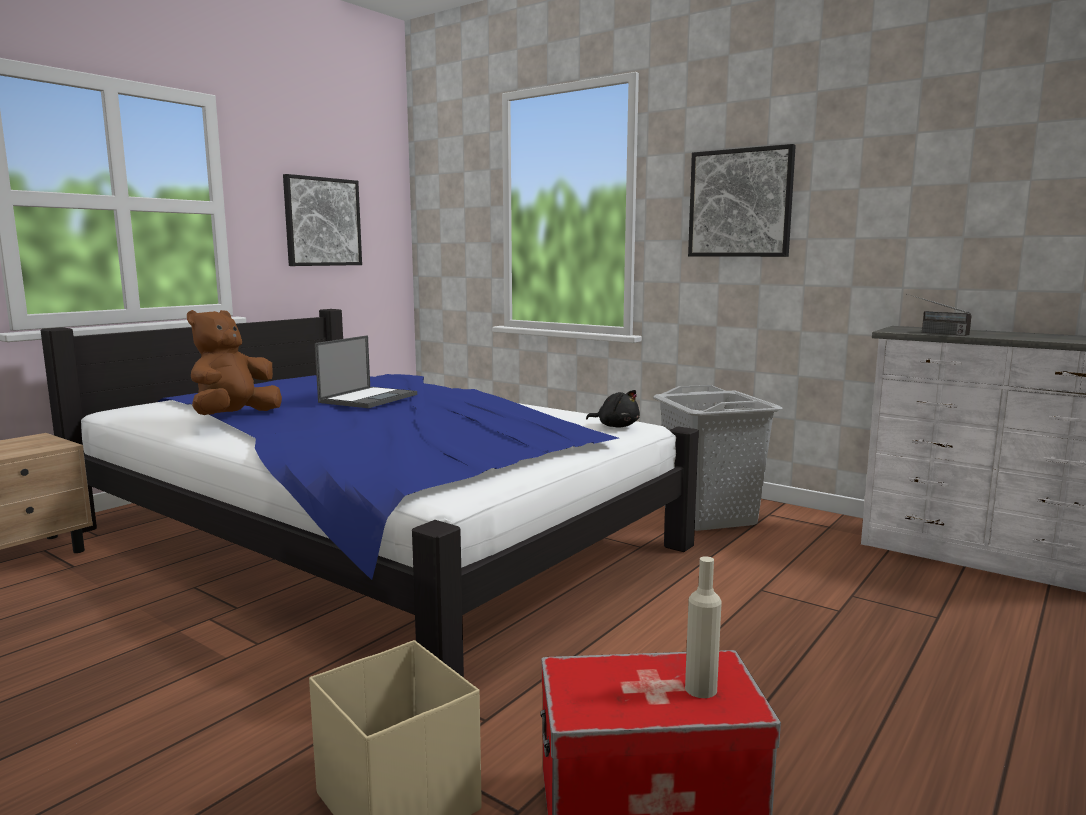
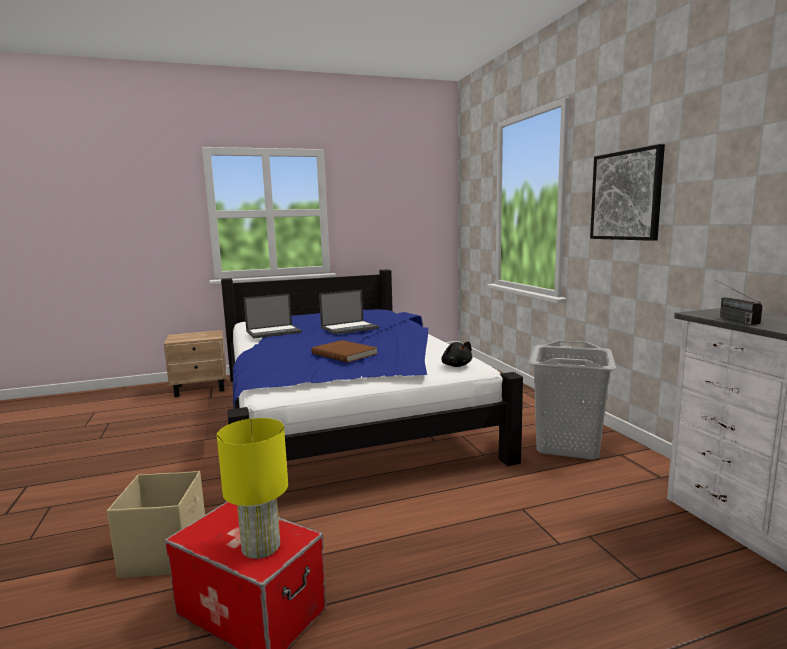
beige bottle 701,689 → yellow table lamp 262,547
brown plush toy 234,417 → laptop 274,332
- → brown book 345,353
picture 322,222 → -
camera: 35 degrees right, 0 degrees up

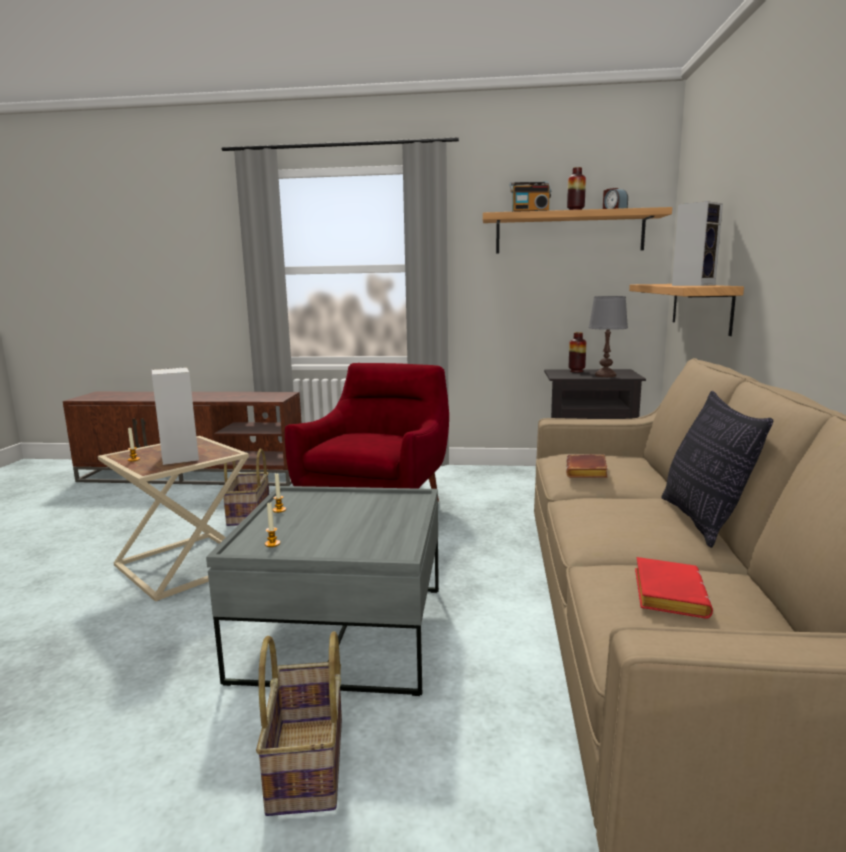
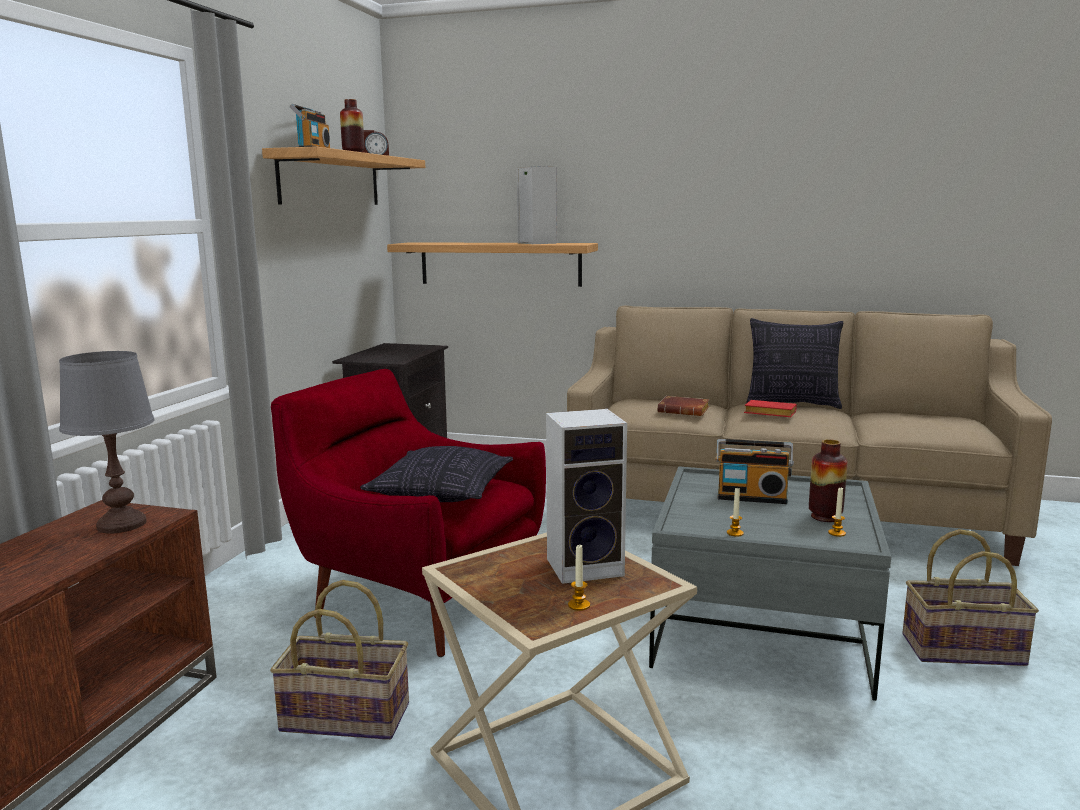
grey table lamp 605,375 → grey table lamp 121,525, move
- → pillow 442,494
- → radio 752,497
red book 666,593 → red book 768,414, move
vase 576,371 → vase 825,517, move
camera: 80 degrees left, 0 degrees up

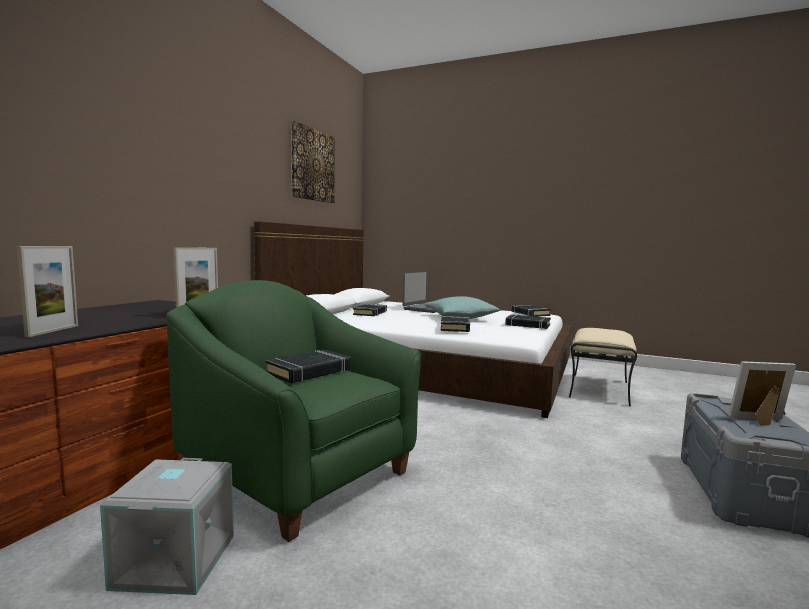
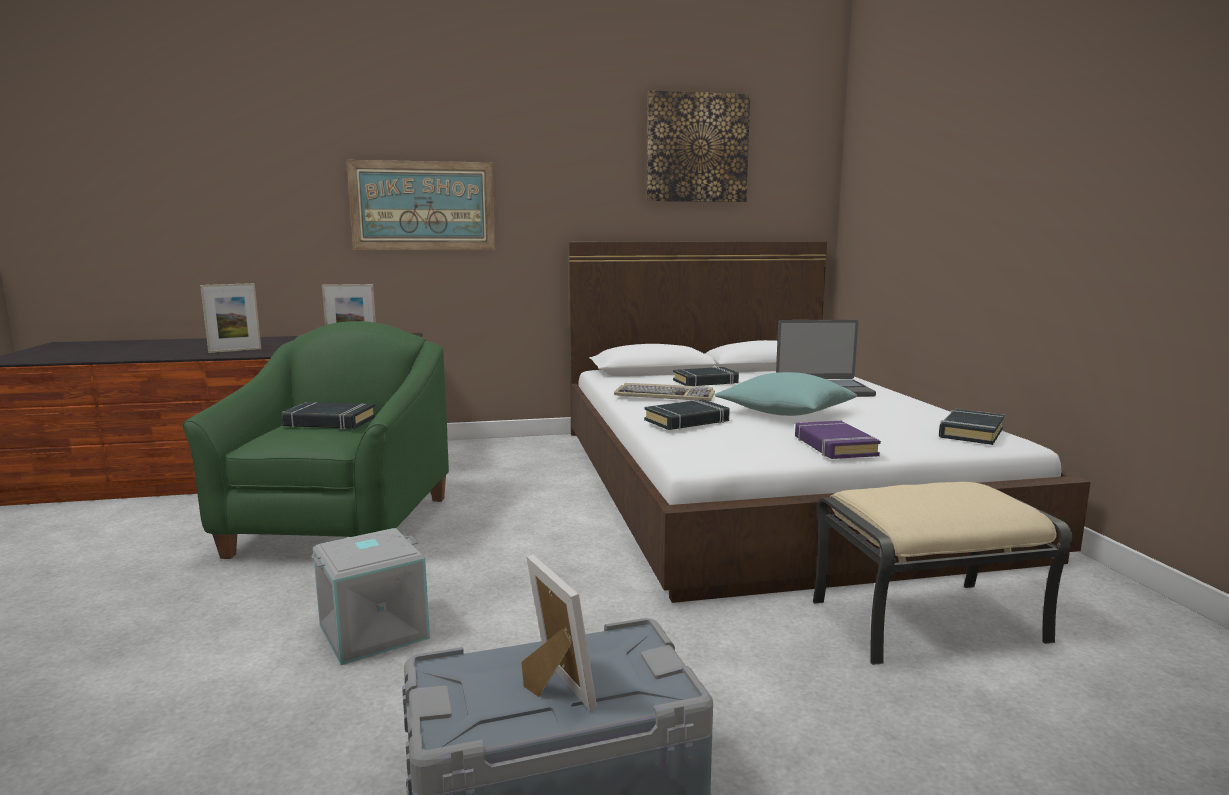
grey storage box 177,561 → grey storage box 373,633, move
- → picture 423,206
- → keyboard 665,396
black book 527,325 → purple book 834,446
camera: 55 degrees right, 5 degrees up

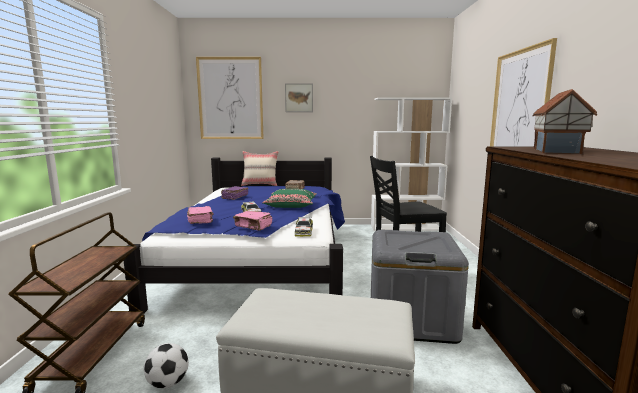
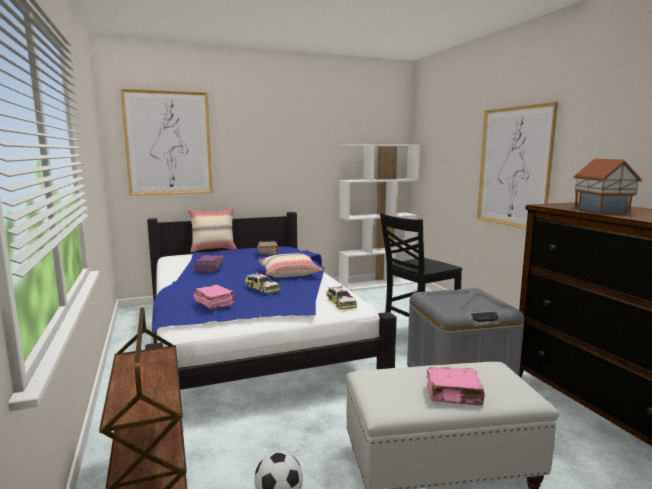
green pillow 291,205 → beige pillow 289,273
pink book 253,226 → pink book 454,395, move
picture 299,97 → -
camera: 20 degrees left, 0 degrees up

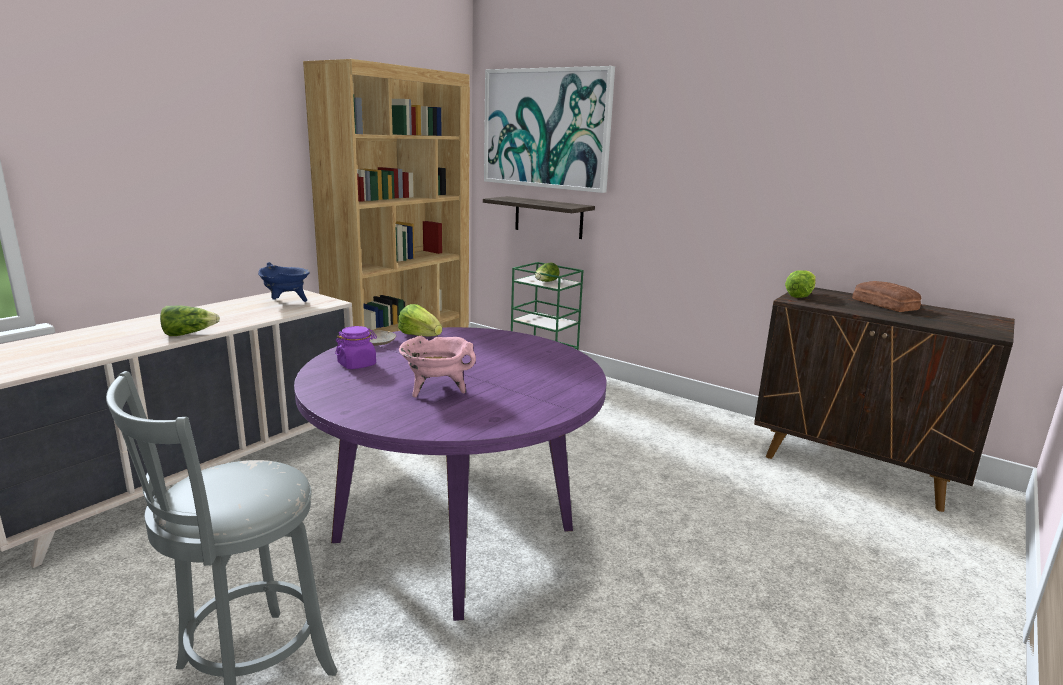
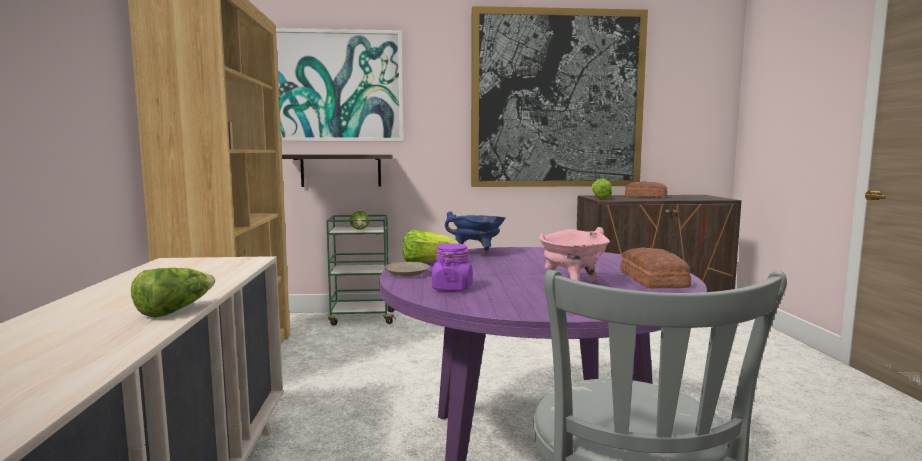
blue cooking pot 286,302 → blue cooking pot 477,254, move
- → picture 556,100
- → bread 652,279
camera: 40 degrees left, 10 degrees down

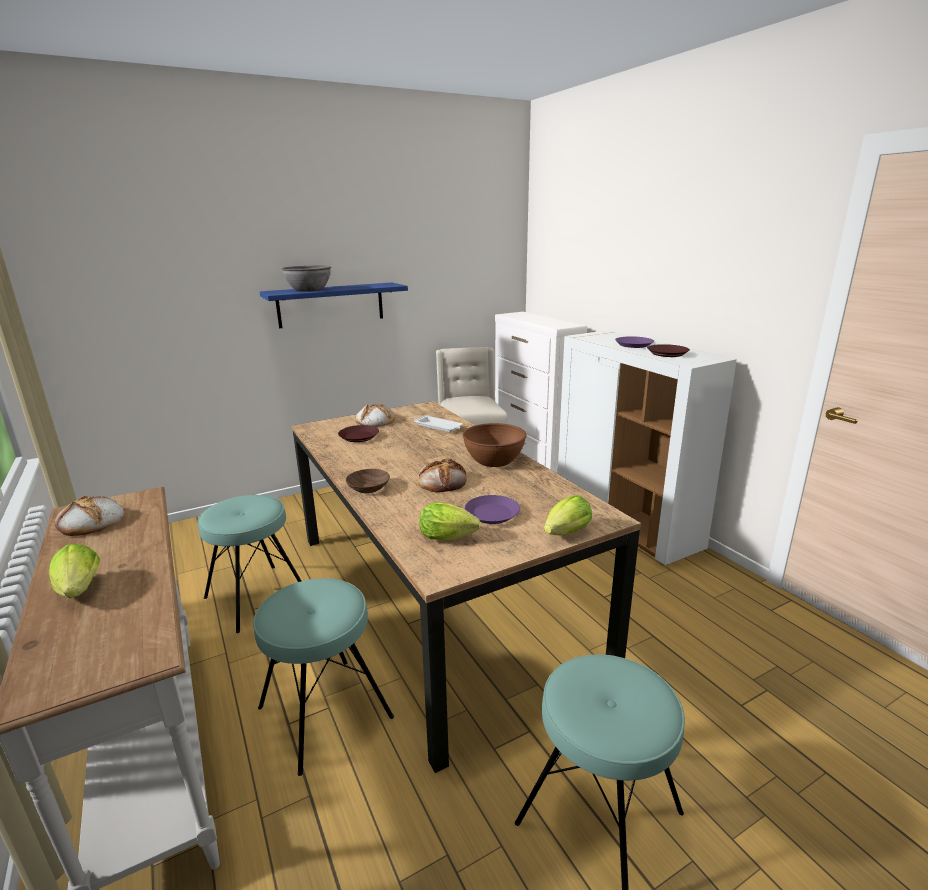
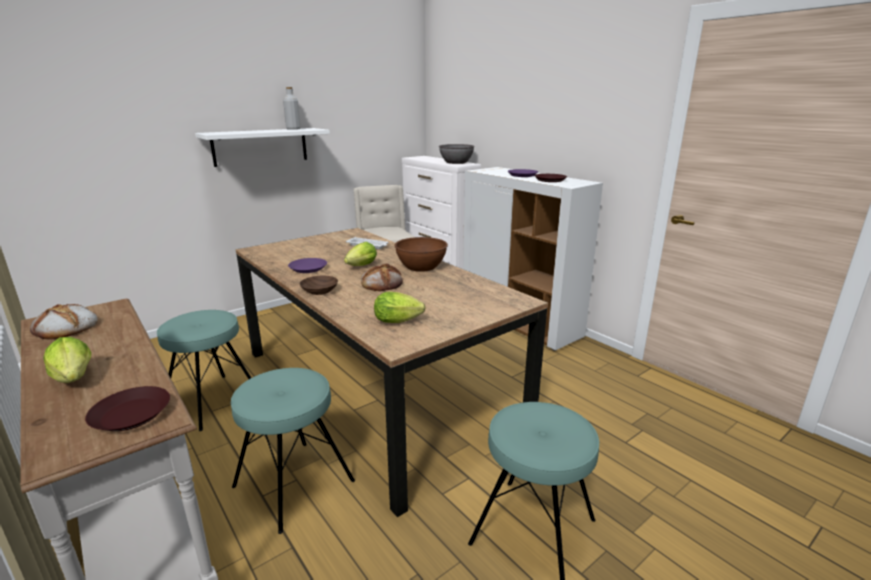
brown plate 358,437 → brown plate 130,415, move
blue shelf 331,305 → white shelf 260,146
- → grey bottle 293,129
purple plate 492,514 → purple plate 308,268, move
lettuce 565,534 → lettuce 360,267, move
grey bowl 308,290 → grey bowl 456,162, move
bread 375,421 → -
camera: 10 degrees left, 0 degrees up

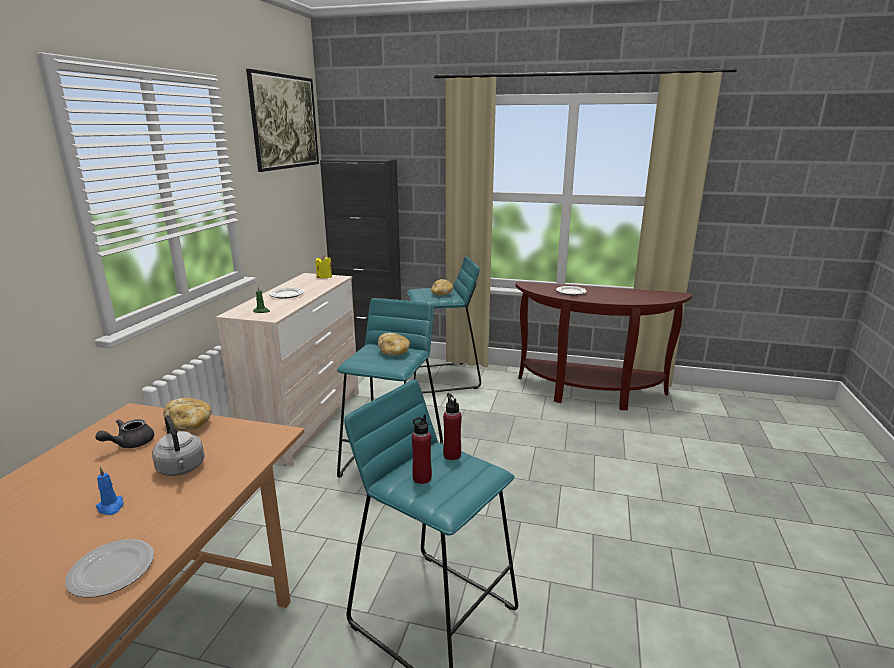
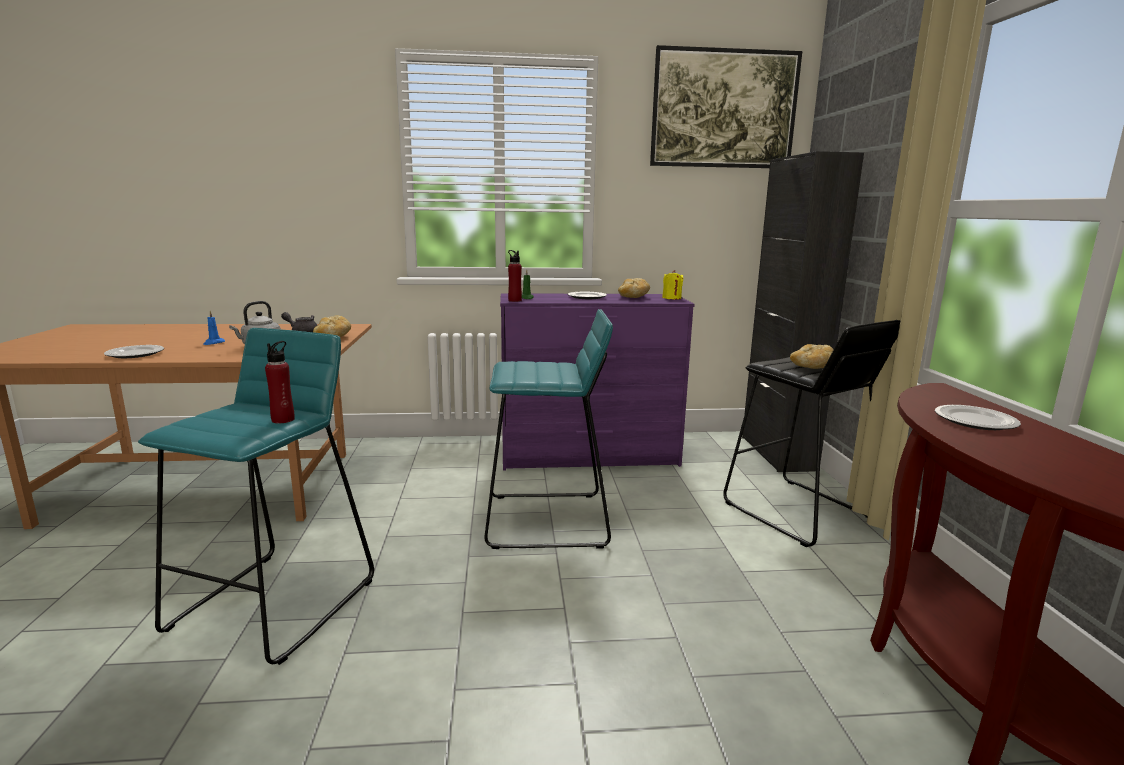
beige dresser 306,422 → purple dresser 589,457
red bottle 422,478 → red bottle 515,300, move
bread 394,352 → bread 633,297, move
turquoise stool 442,378 → black stool 798,512
camera: 70 degrees right, 5 degrees down

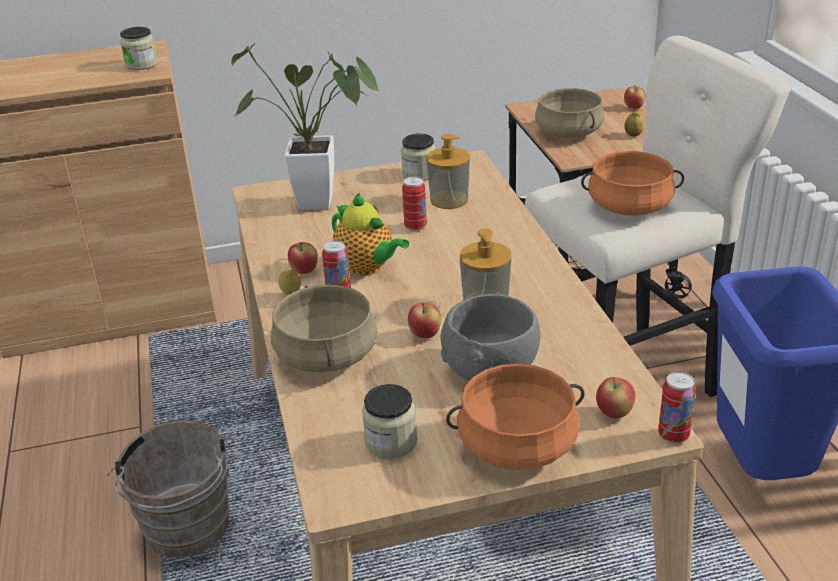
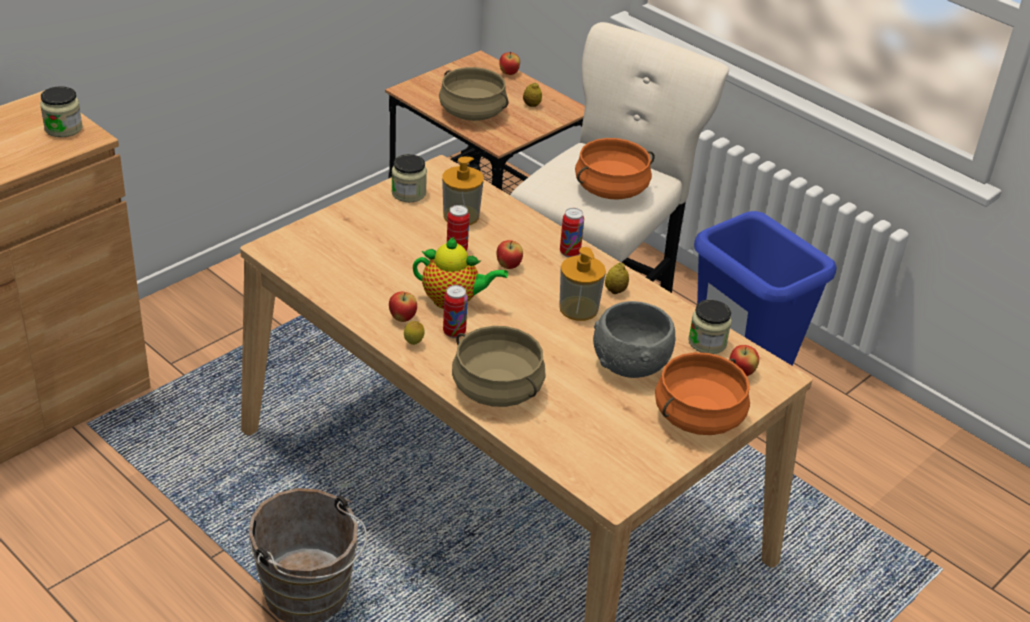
apple 425,335 → apple 508,266, move
can 673,435 → can 569,252, move
- → lemon 615,291
jar 391,442 → jar 707,342, move
potted plant 325,203 → -
camera: 35 degrees left, 5 degrees up

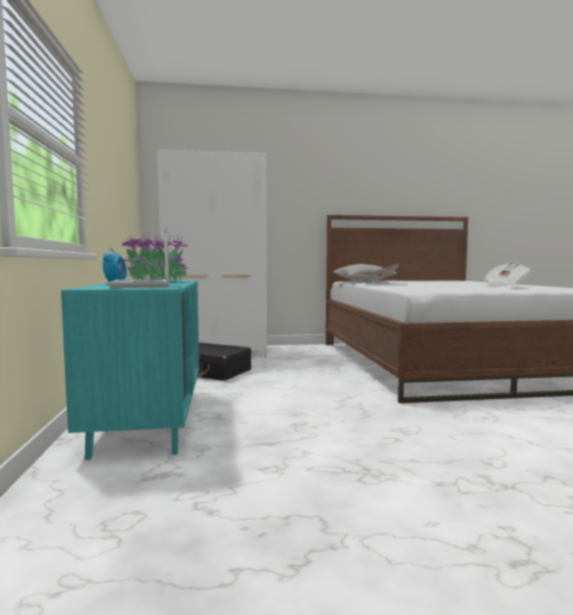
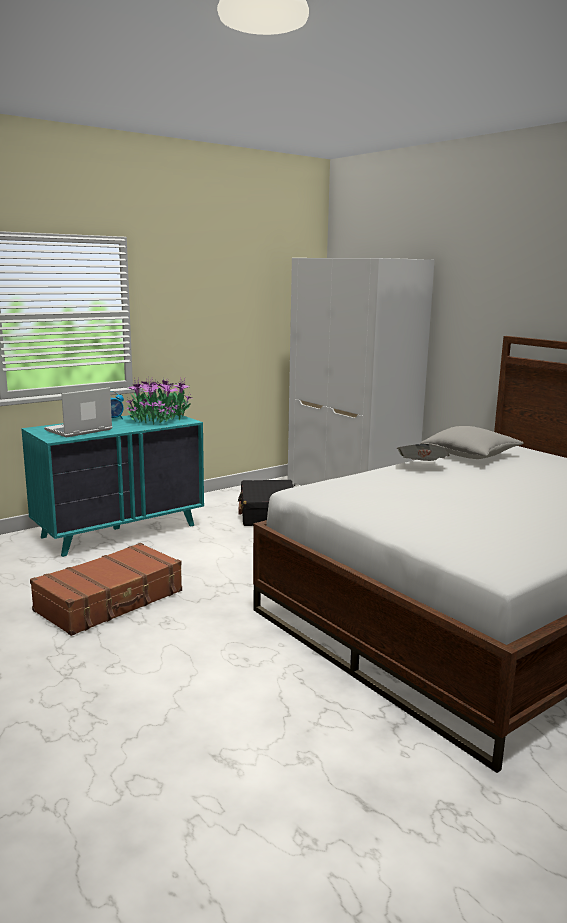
- → brown suitcase 111,601
newspaper 504,287 → -
camera: 60 degrees right, 10 degrees up

